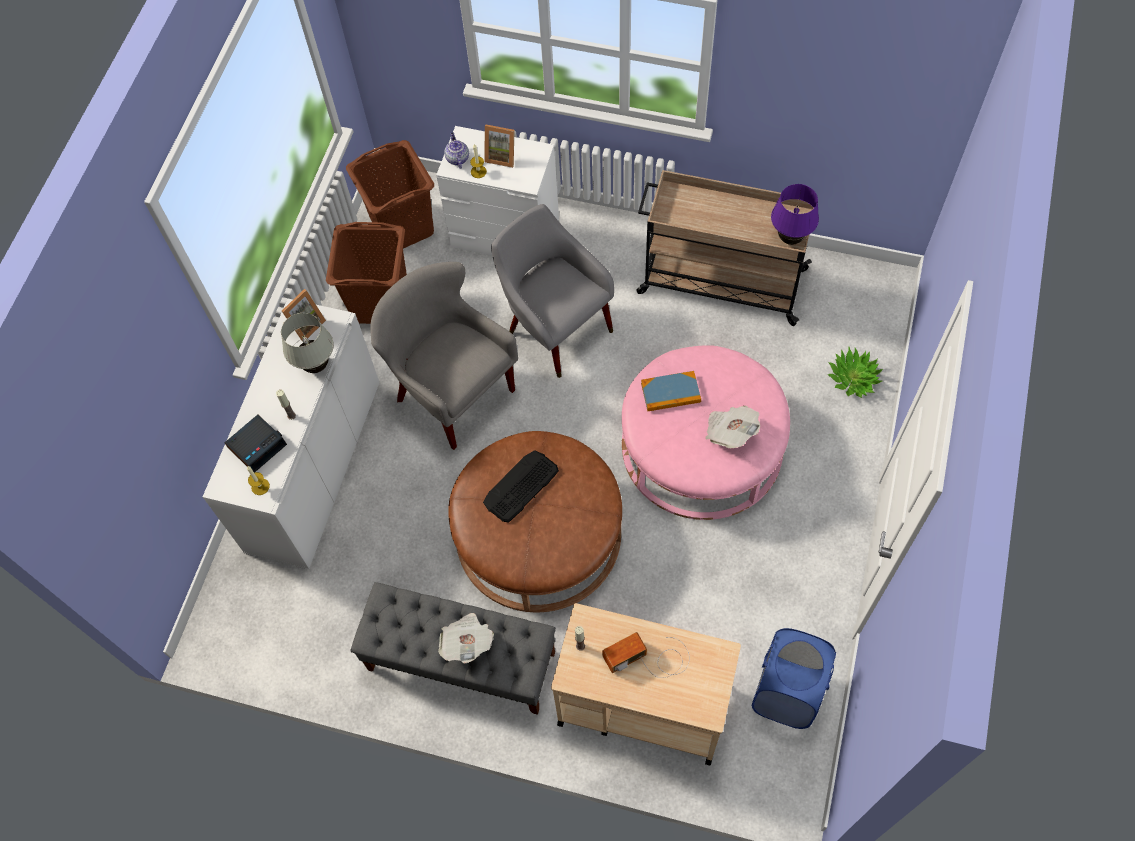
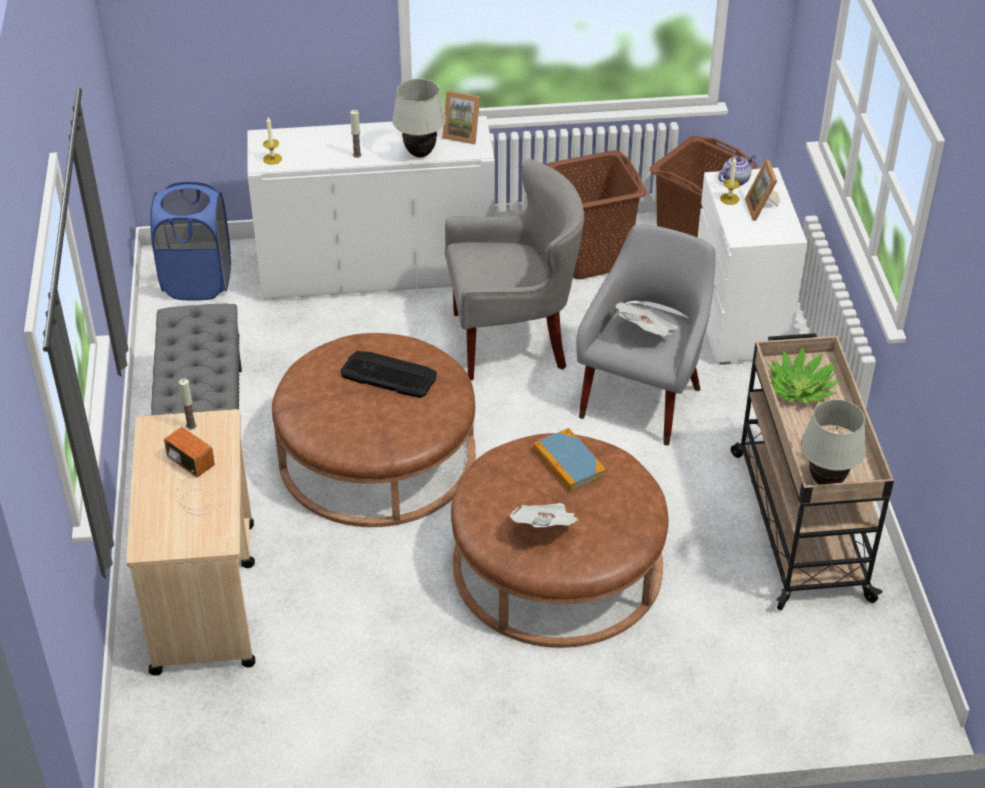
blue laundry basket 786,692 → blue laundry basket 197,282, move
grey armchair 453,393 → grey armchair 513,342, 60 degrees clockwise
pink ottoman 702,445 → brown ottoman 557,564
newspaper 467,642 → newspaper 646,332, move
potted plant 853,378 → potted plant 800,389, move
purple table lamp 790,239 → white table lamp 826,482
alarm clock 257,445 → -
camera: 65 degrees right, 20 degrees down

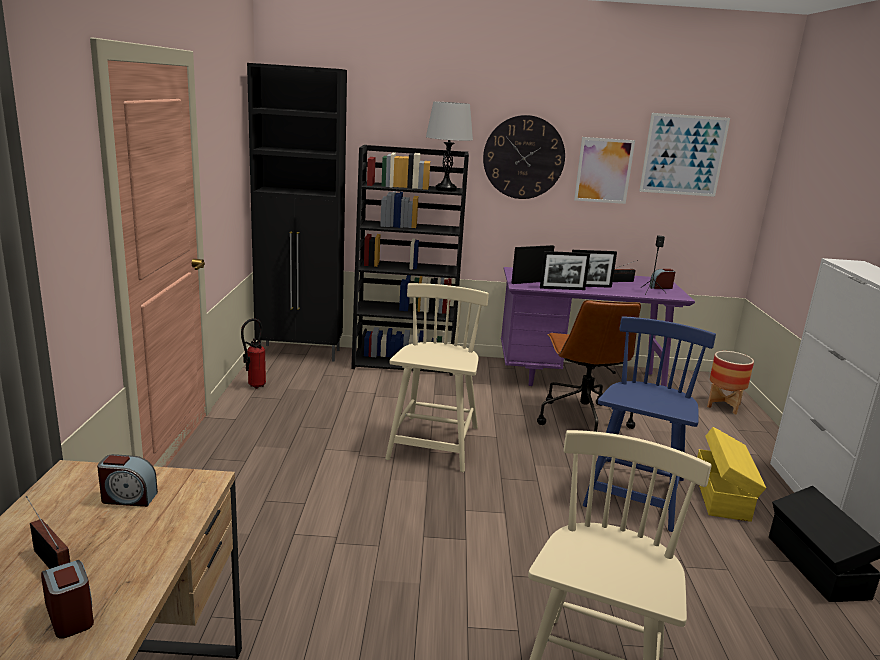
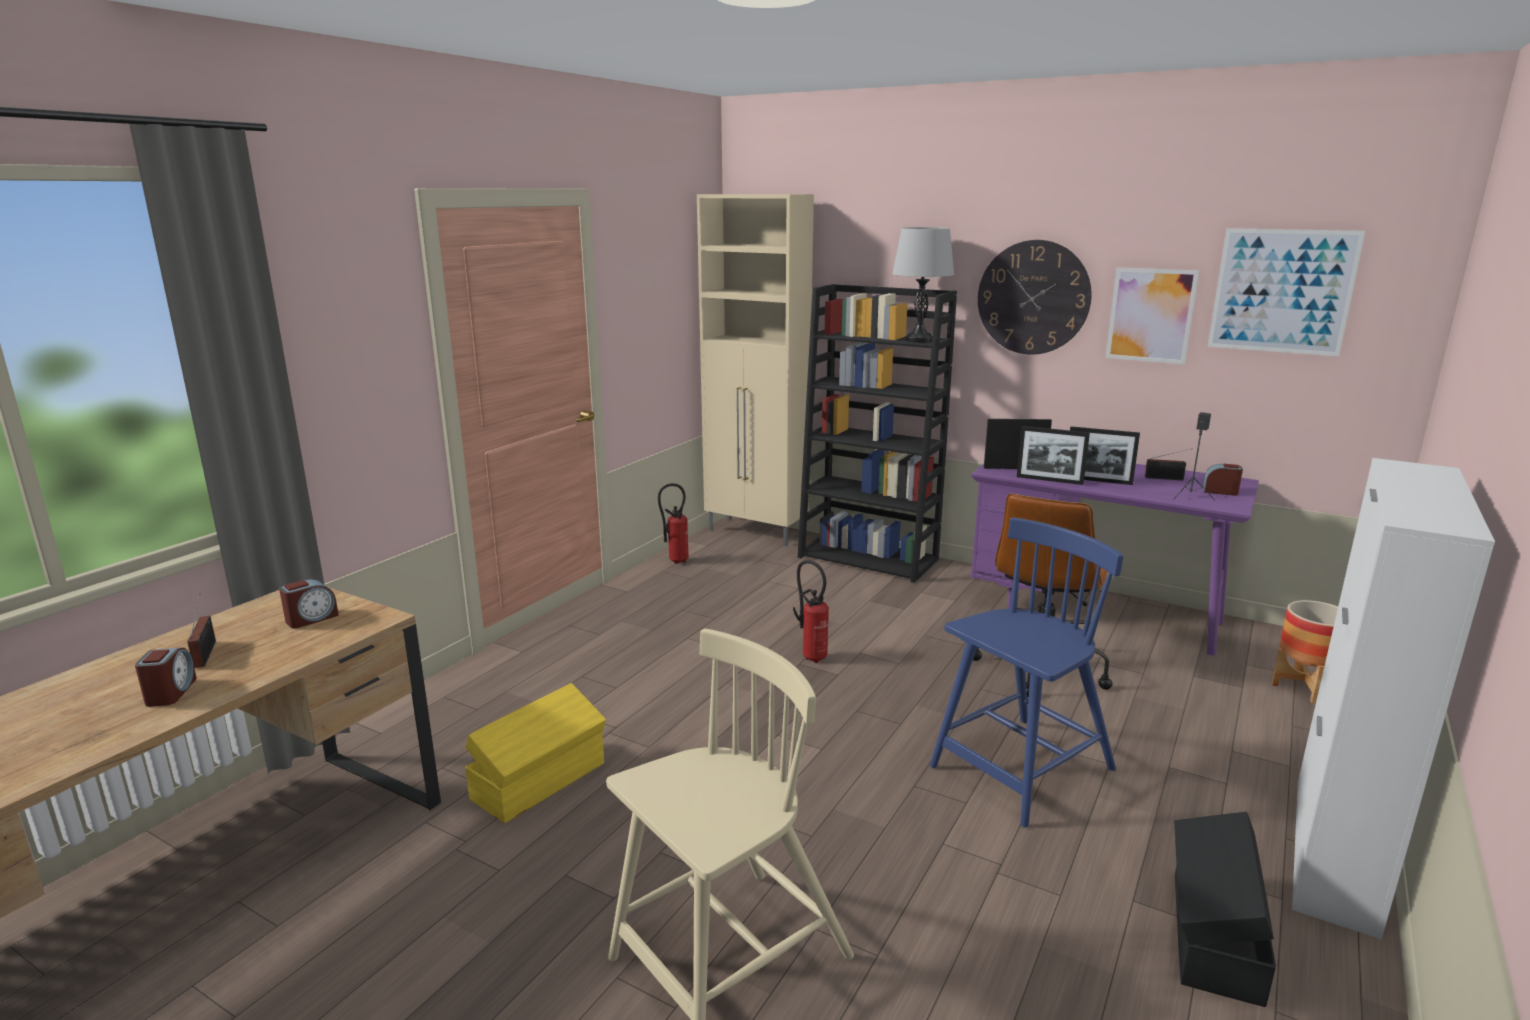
alarm clock 128,498 → alarm clock 311,619, 75 degrees counterclockwise
yellow storage box 722,494 → yellow storage box 541,781, move
black cabinet 300,353 → beige cabinet 757,533
beige chair 434,444 → fire extinguisher 812,656
camera: 30 degrees right, 0 degrees up

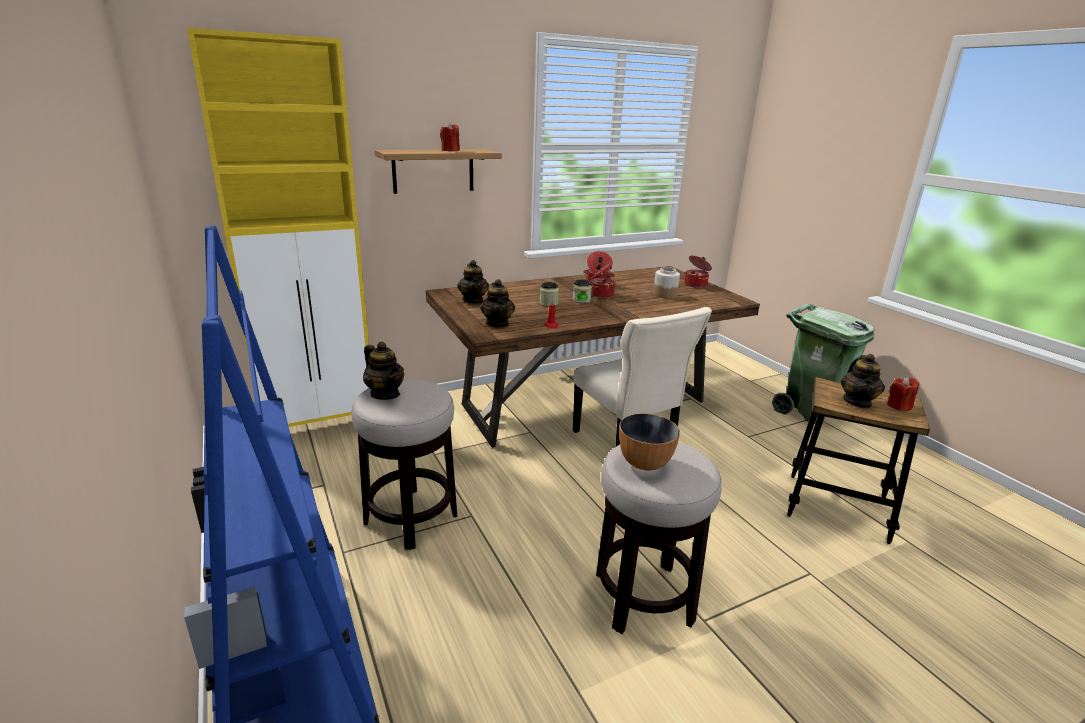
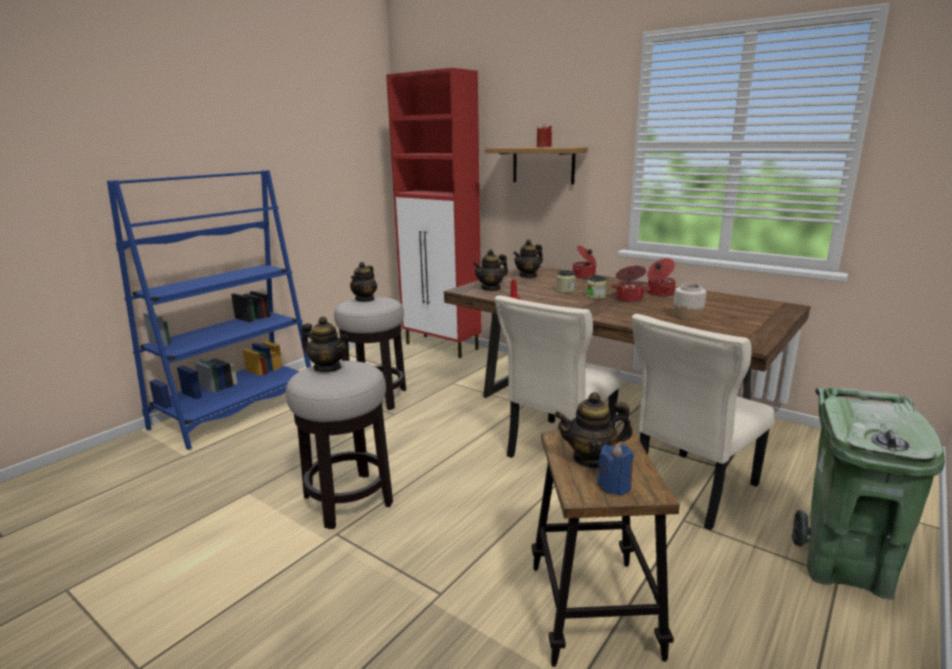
bowl 644,463 → teapot 327,368
yellow cabinet 321,430 → red cabinet 442,347
cooking pot 696,285 → cooking pot 584,276, move
red candle 899,406 → blue candle 614,486
- → beige chair 691,490
camera: 65 degrees right, 5 degrees down

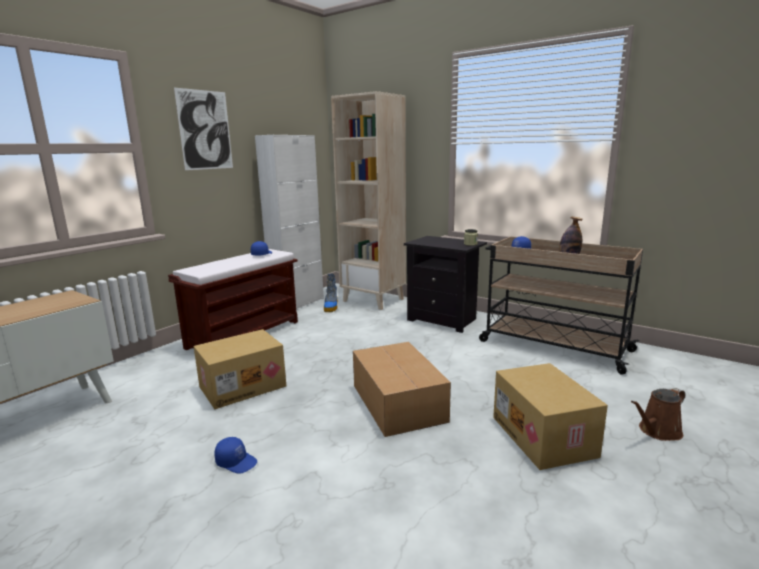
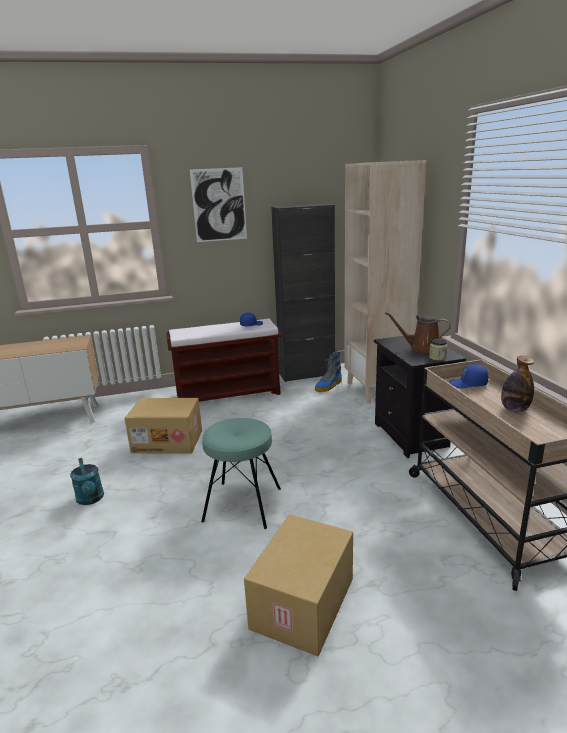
blue cap 237,462 → turquoise watering can 91,499
cardboard box 398,402 → turquoise stool 242,504
white cabinet 297,303 → black cabinet 307,374
brown watering can 657,431 → brown watering can 422,348, move
camera: 40 degrees right, 5 degrees up

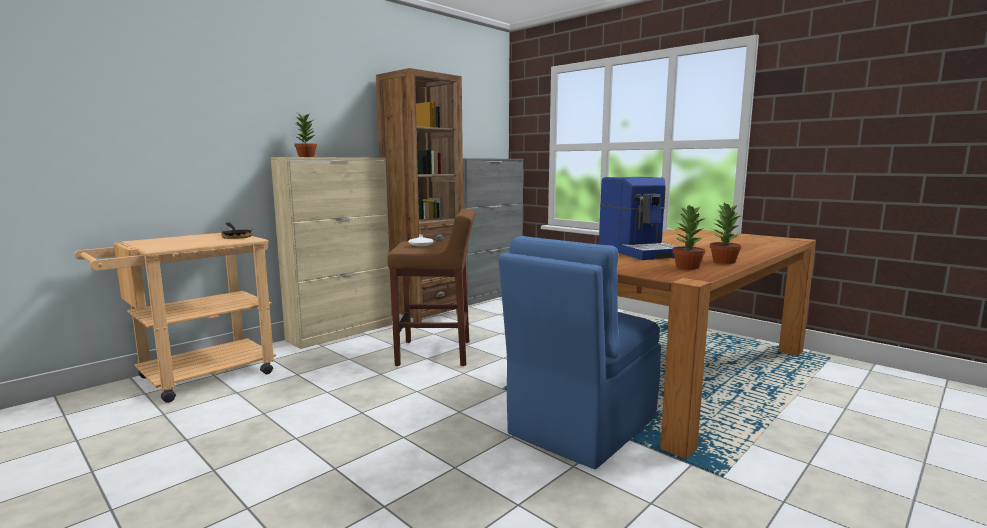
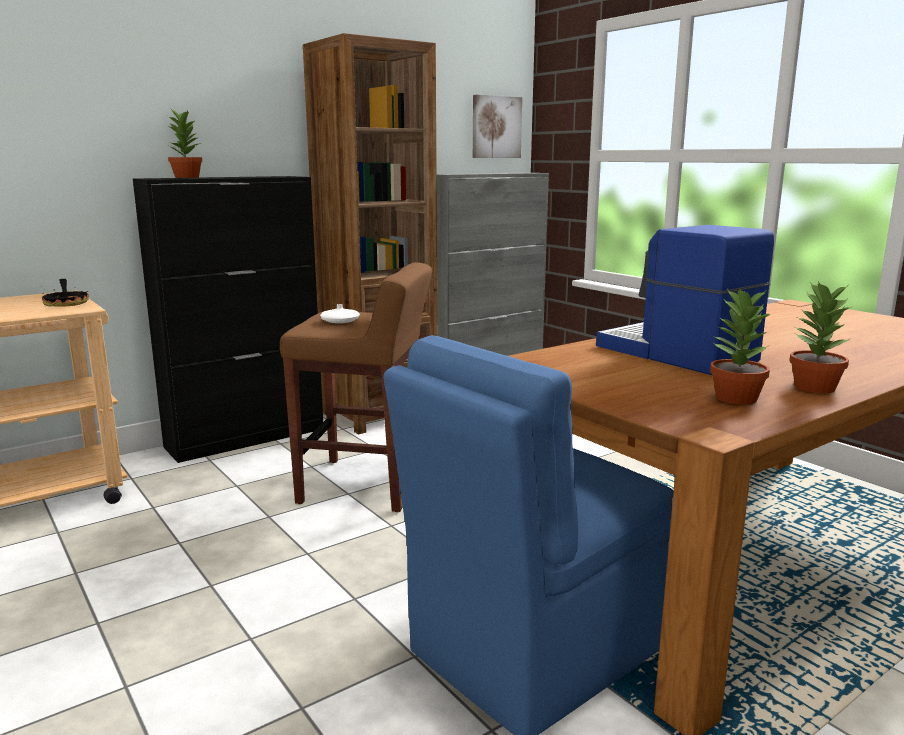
beige cabinet 341,332 → black cabinet 247,438
- → picture 495,127
coffee machine 639,251 → coffee machine 675,354, 150 degrees clockwise
camera: 10 degrees right, 5 degrees up

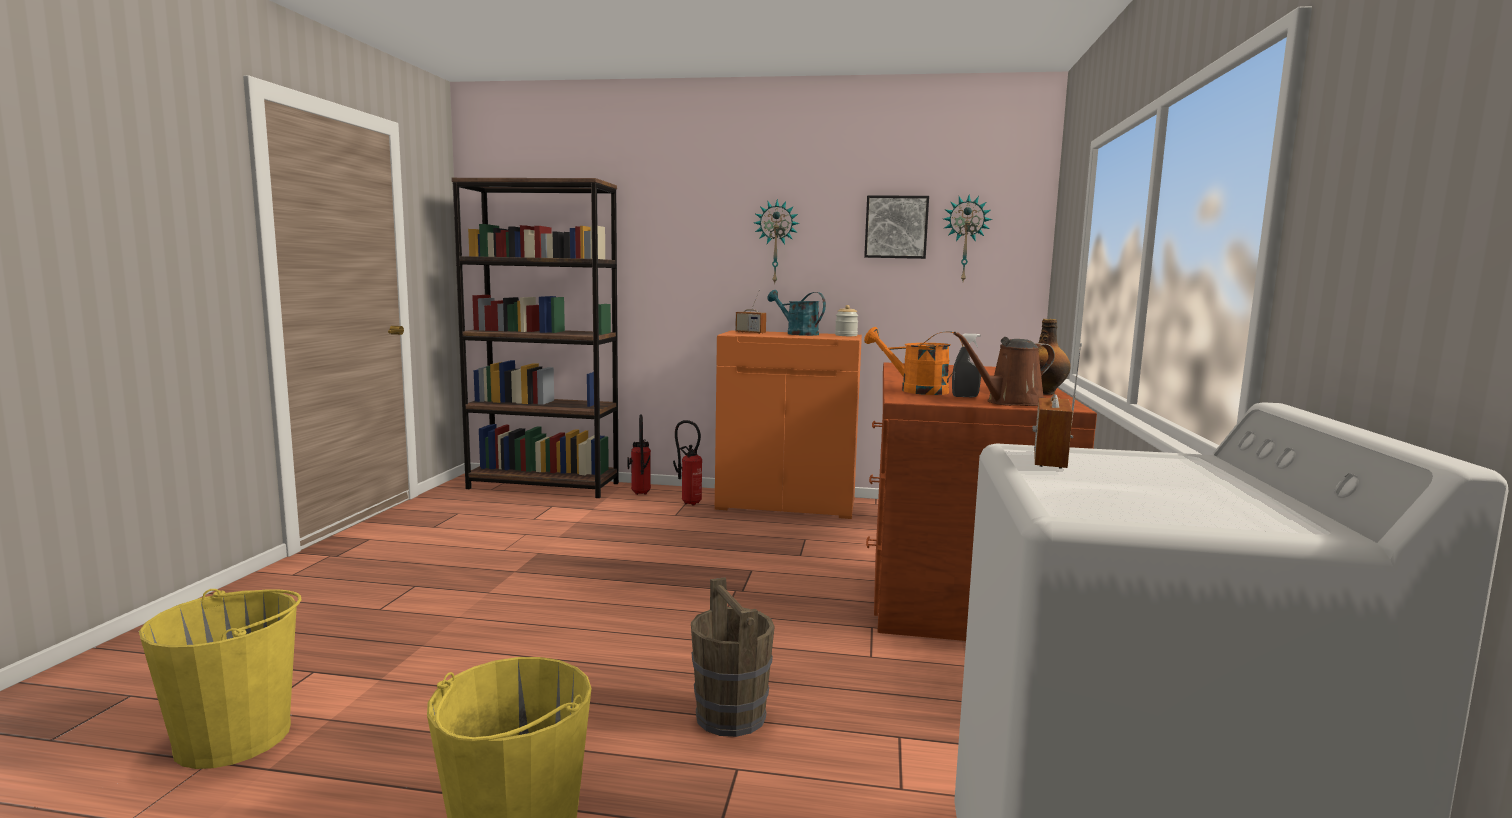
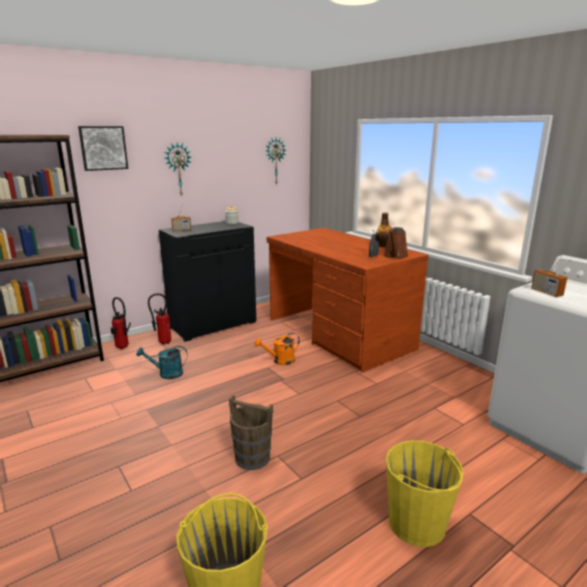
picture 896,227 → picture 103,148, move
turquoise watering can 797,333 → turquoise watering can 166,374, move
orange cabinet 787,504 → black cabinet 213,324
brown bucket 730,715 → brown bucket 252,457, move
orange watering can 915,390 → orange watering can 280,361, move
camera: 45 degrees left, 10 degrees up

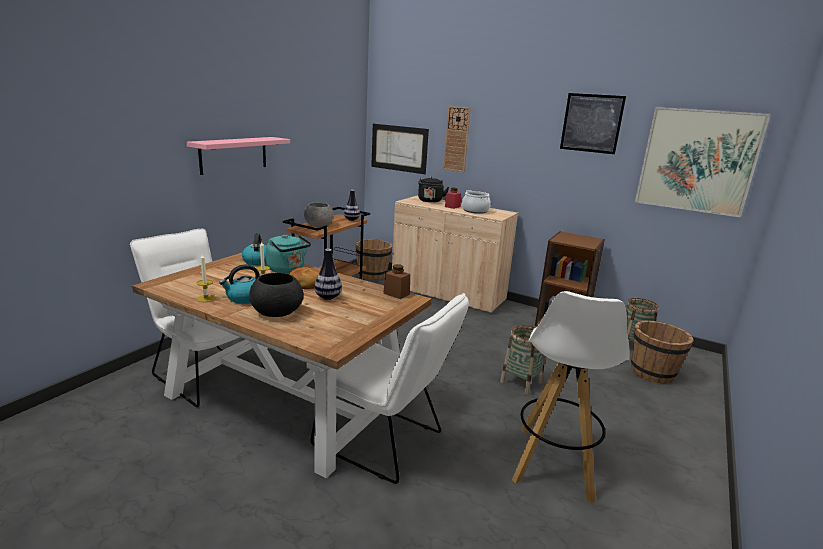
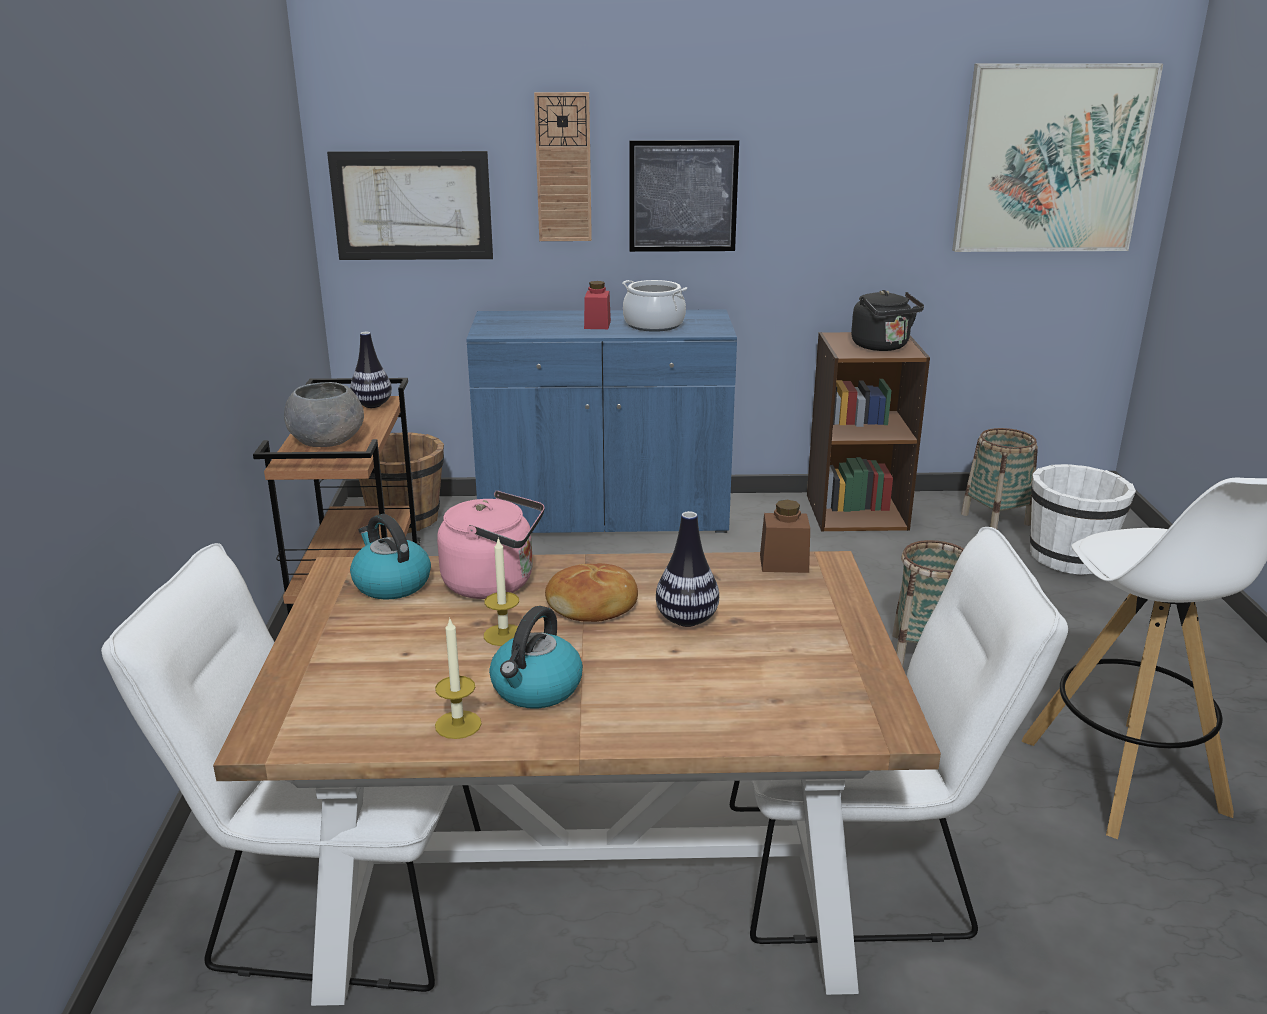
turquoise kettle 288,270 → pink kettle 495,583
beige cabinet 447,294 → blue cabinet 604,515
picture 591,123 → picture 683,196, move
black kettle 430,201 → black kettle 882,347, move
brown bucket 652,373 → white bucket 1069,557
pink shelf 234,155 → -
black bowl 278,312 → -
camera: 30 degrees left, 5 degrees up

